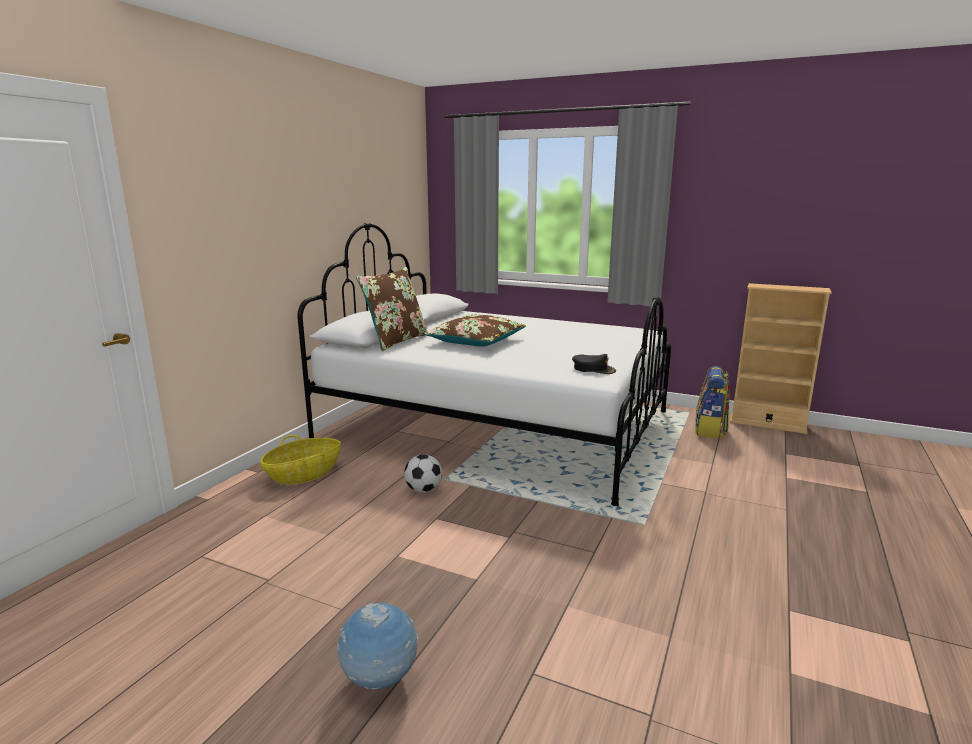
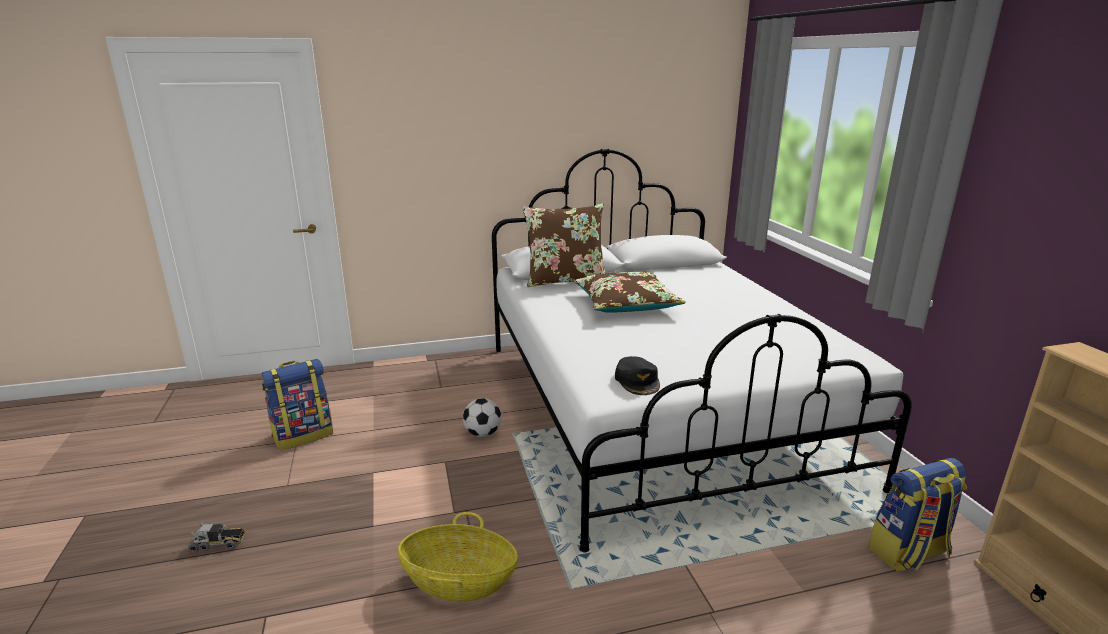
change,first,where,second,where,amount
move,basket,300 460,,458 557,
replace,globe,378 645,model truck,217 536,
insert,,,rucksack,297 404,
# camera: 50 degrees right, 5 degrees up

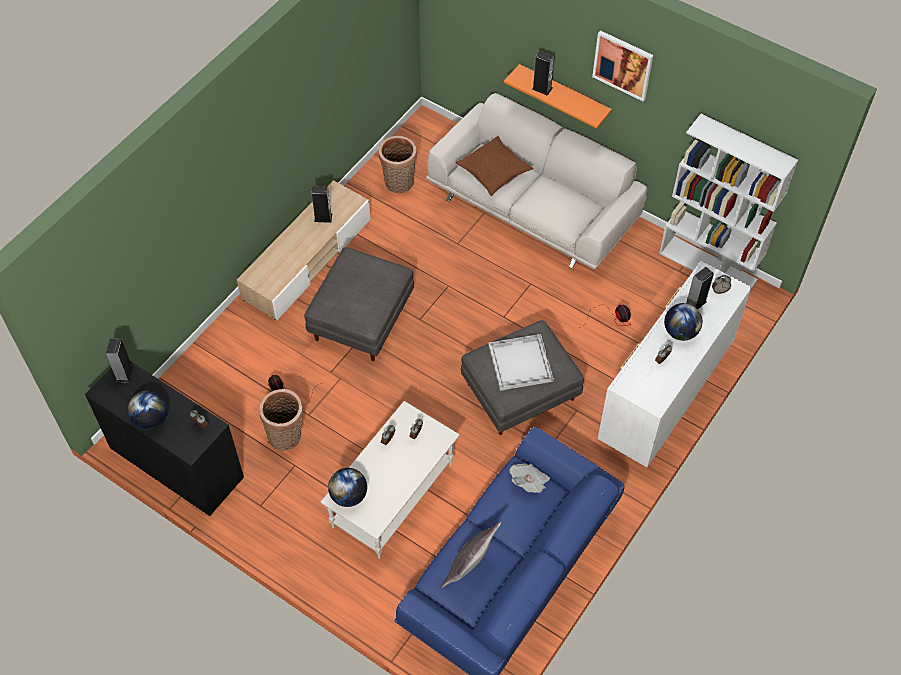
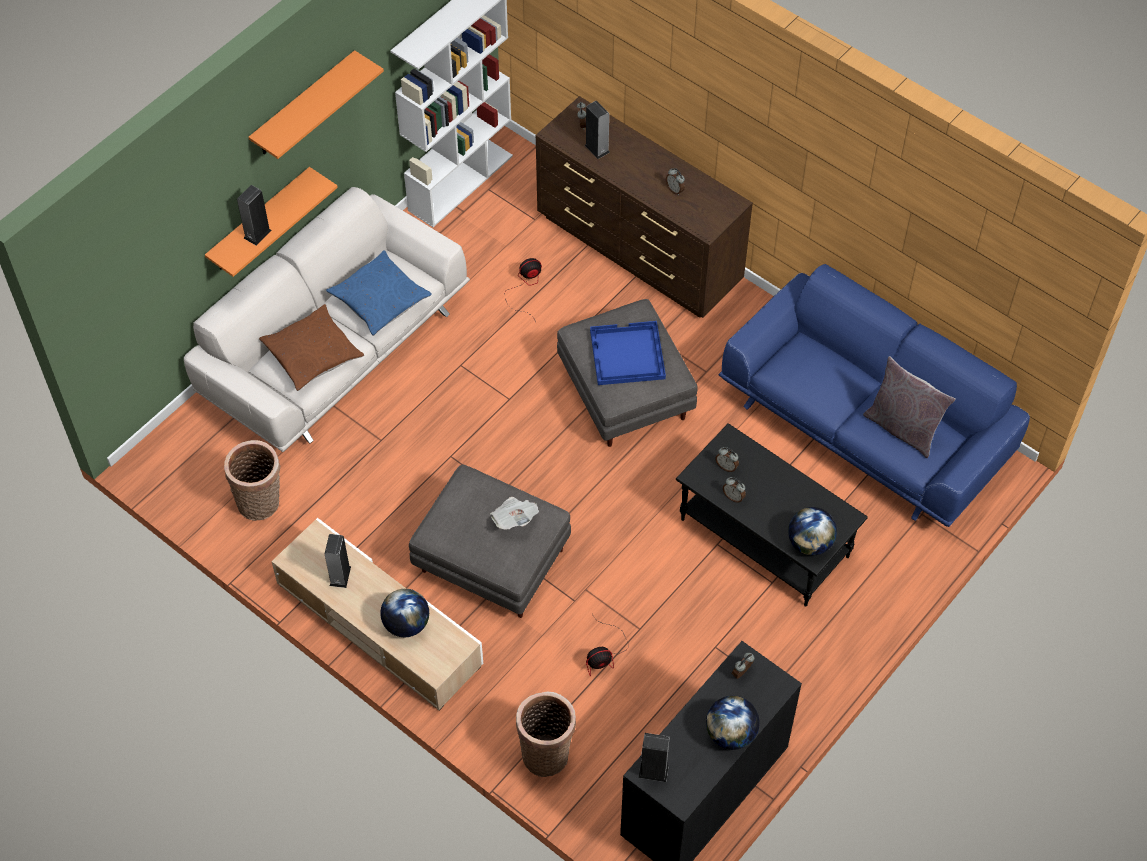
change,first,where,second,where,amount
move,basket,281 420,,546 734,
recolor,coffee table in whitish,390 480,coffee table in blackish,772 515,
recolor,tray in whitish,521 362,tray in blue,628 353,
move,newspaper,530 478,,514 513,
replace,wall picture,622 65,wall shelf in orange-coloured,316 104,
recolor,dresser in whitish,675 364,dresser in brown-coloured,644 207,
move,globe,683 322,,405 613,
insert,,,cushion in blue,379 293,
# camera: 85 degrees left, 0 degrees up

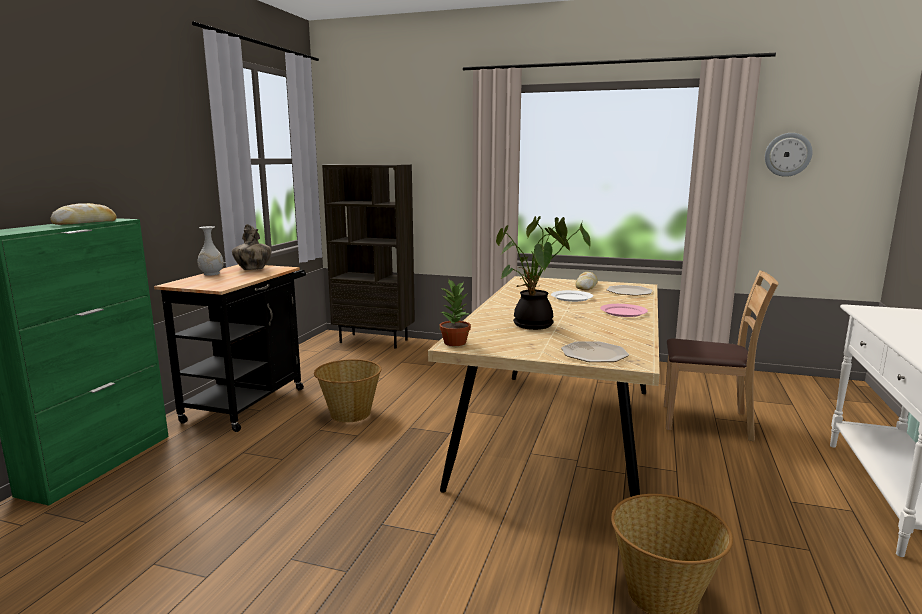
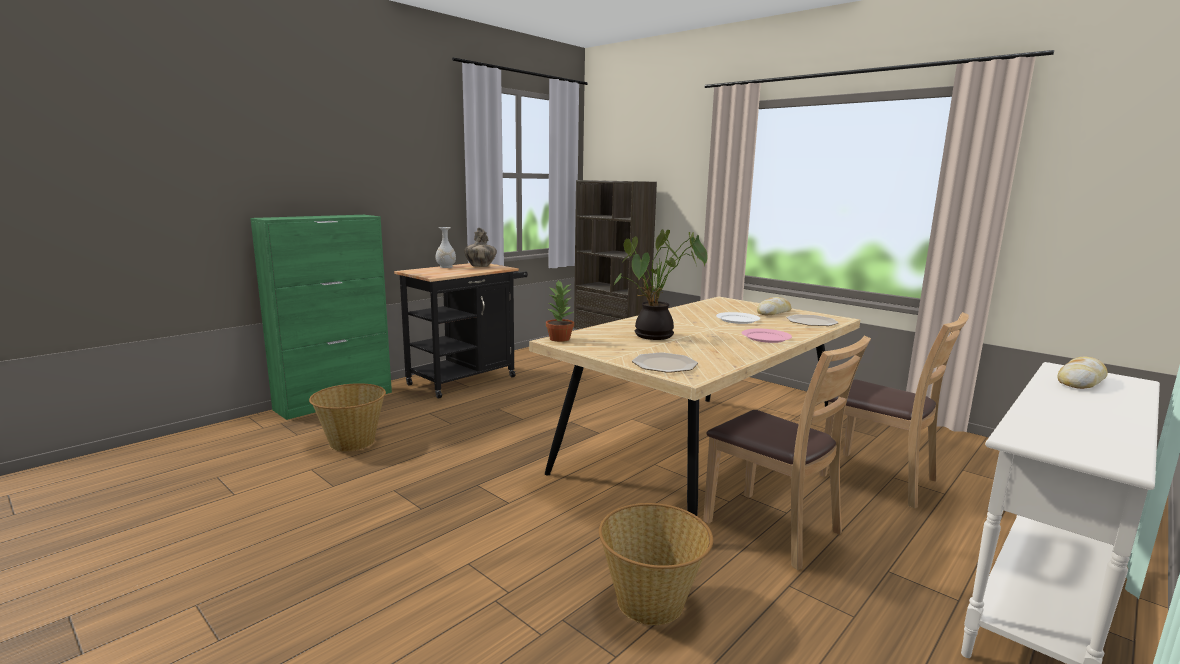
change,first,where,second,where,amount
move,baked bread,83 214,,1083 372,
move,basket,347 391,,347 417,
delete,clock on the wall,789 155,,,
insert,,,chair in brown-coloured,787 453,
# camera: 25 degrees right, 0 degrees up

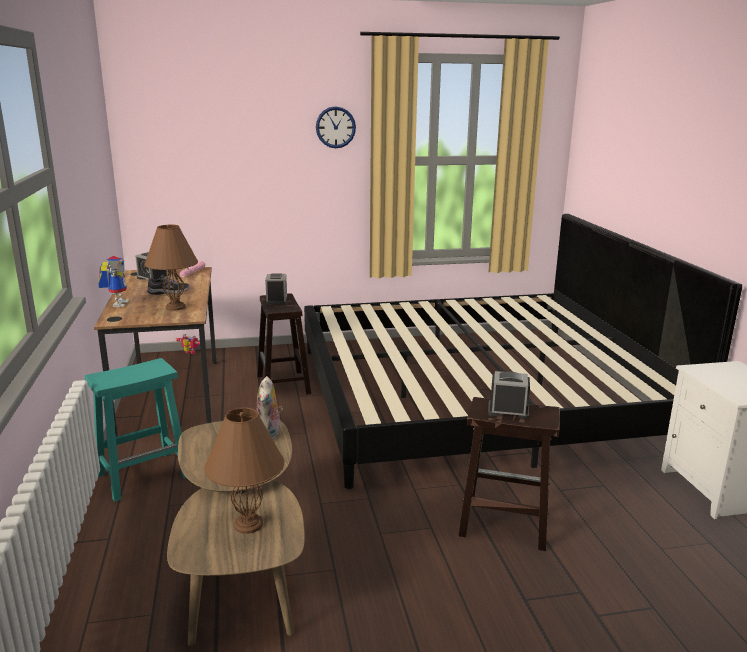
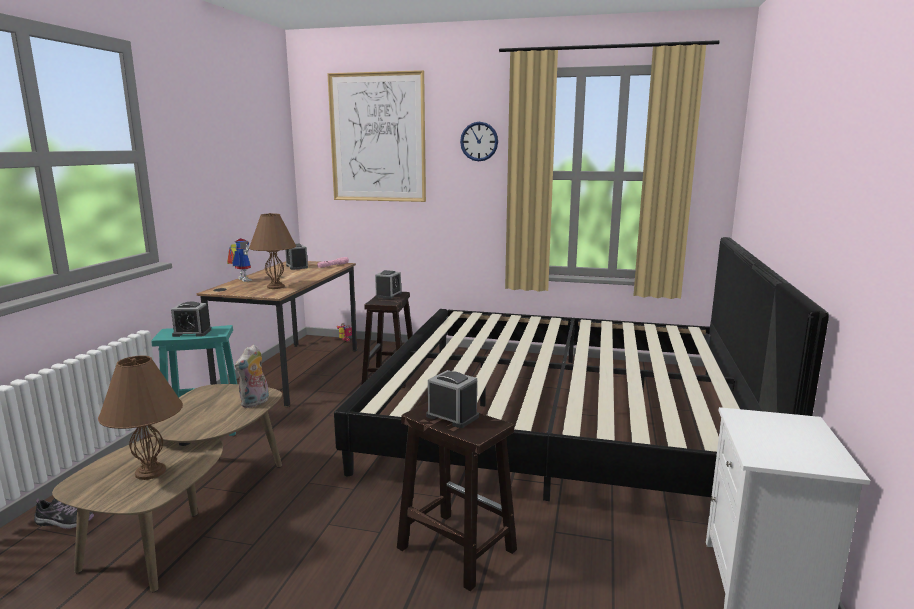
change,first,where,second,where,amount
rotate,model robot,113 281,,239 260,60 degrees counterclockwise
move,item of footwear,168 284,,64 513,
insert,,,bedside clock,191 319,
insert,,,wall picture,376 136,
# camera: 25 degrees right, 5 degrees down

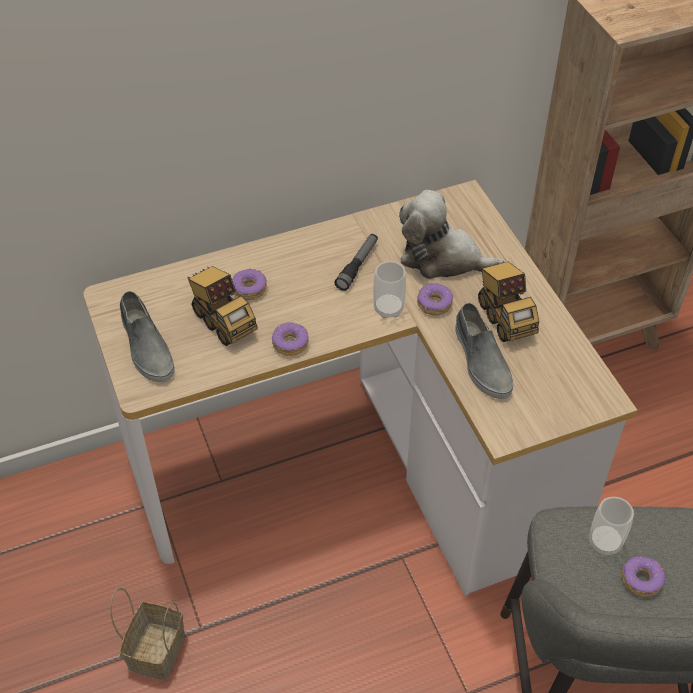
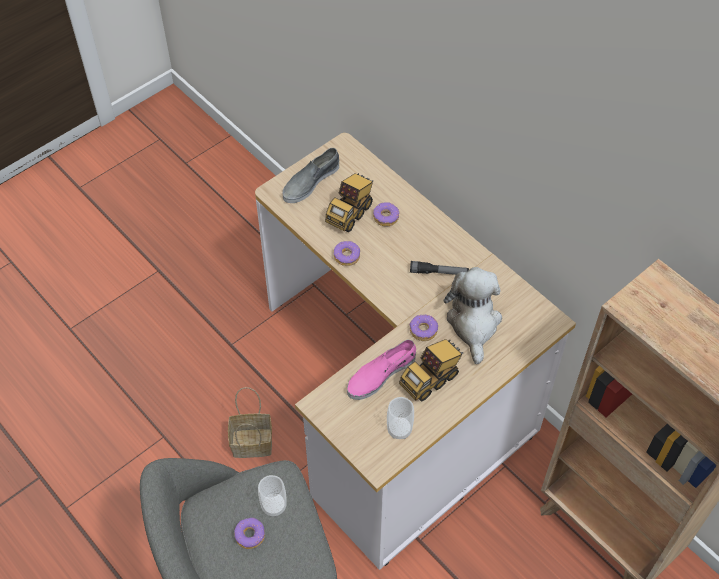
change,first,where,second,where,amount
move,basket,147 633,,250 422,
move,drinking cup,389 290,,400 418,
recolor,item of footwear in greyish,484 351,item of footwear in pink,381 369,
# camera: 70 degrees right, 5 degrees up

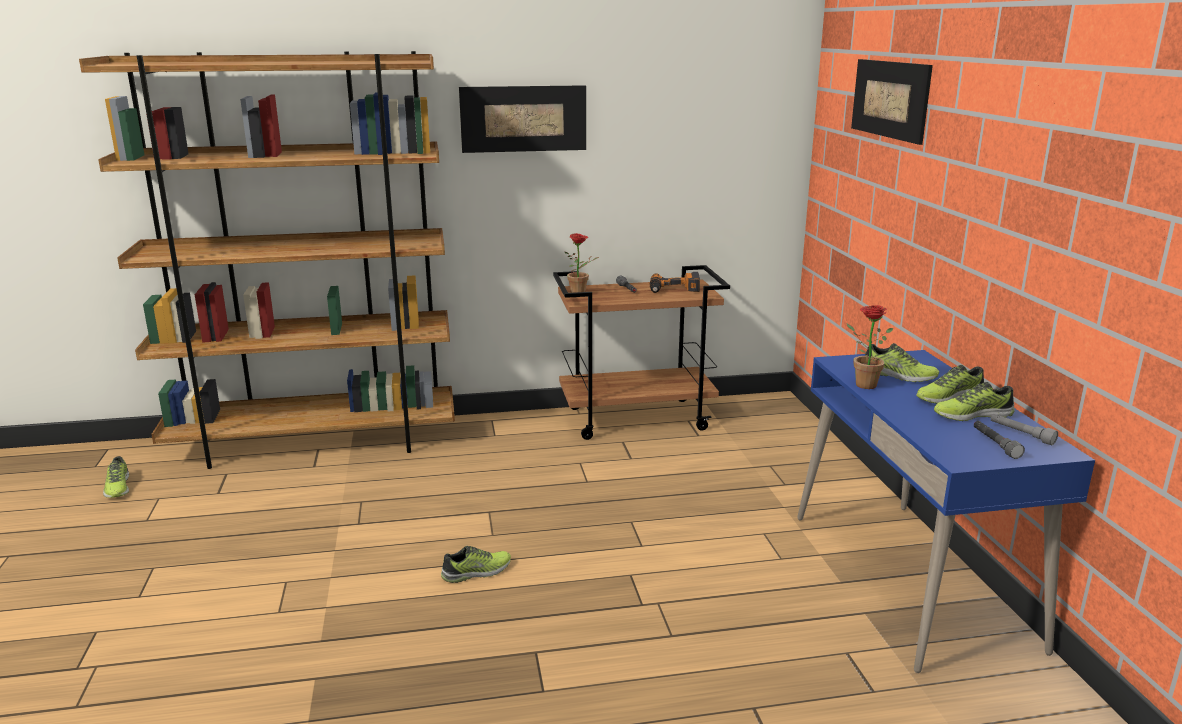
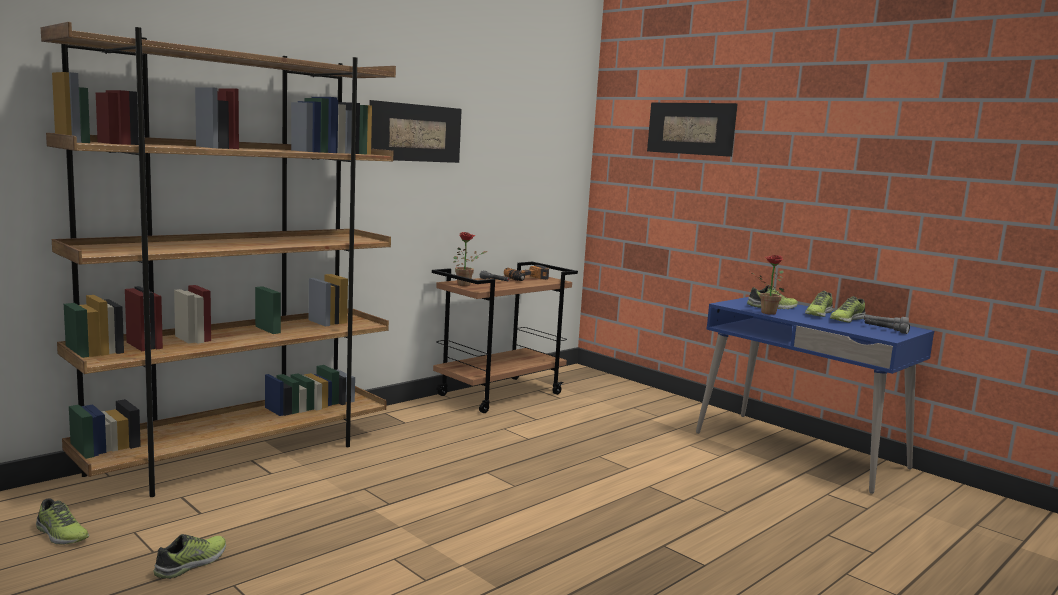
change,first,where,second,where,amount
move,item of footwear,476 564,,190 556,
# camera: 35 degrees left, 10 degrees down

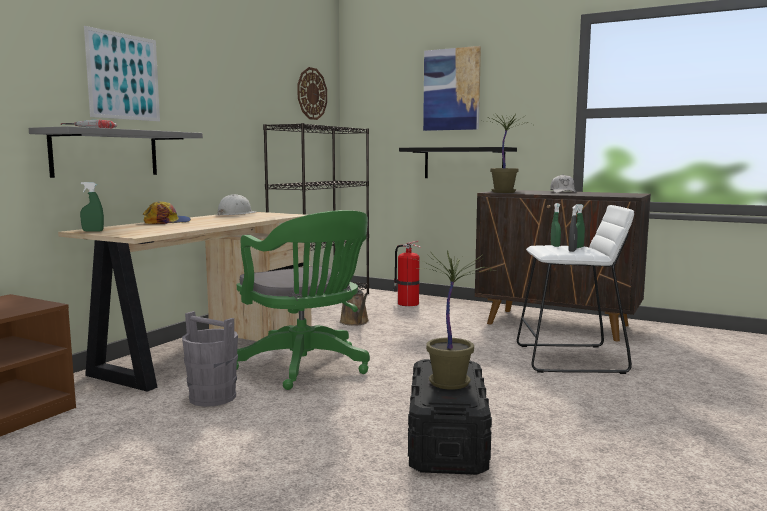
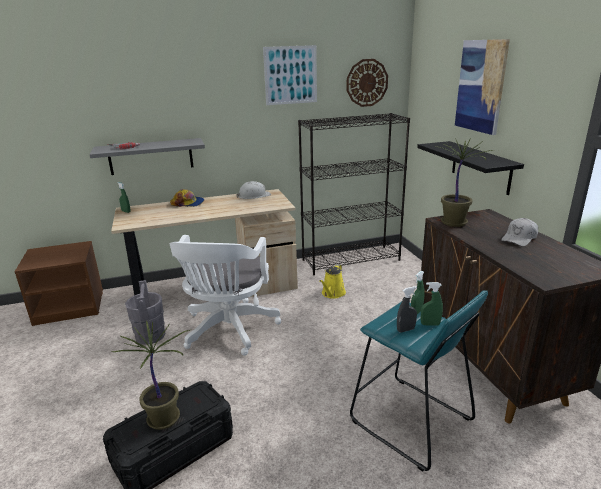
change,first,where,second,where,amount
move,wall picture,122 73,,290 75,
recolor,office chair in greenish,303 300,office chair in whitish,225 295,
recolor,sprinkling can in brown-coloured,354 307,sprinkling can in yellow-coloured,332 281,
delete,fire extinguisher,407 273,,,
recolor,stool in whitish,575 289,stool in turquoise,419 381,
# camera: 45 degrees right, 15 degrees up

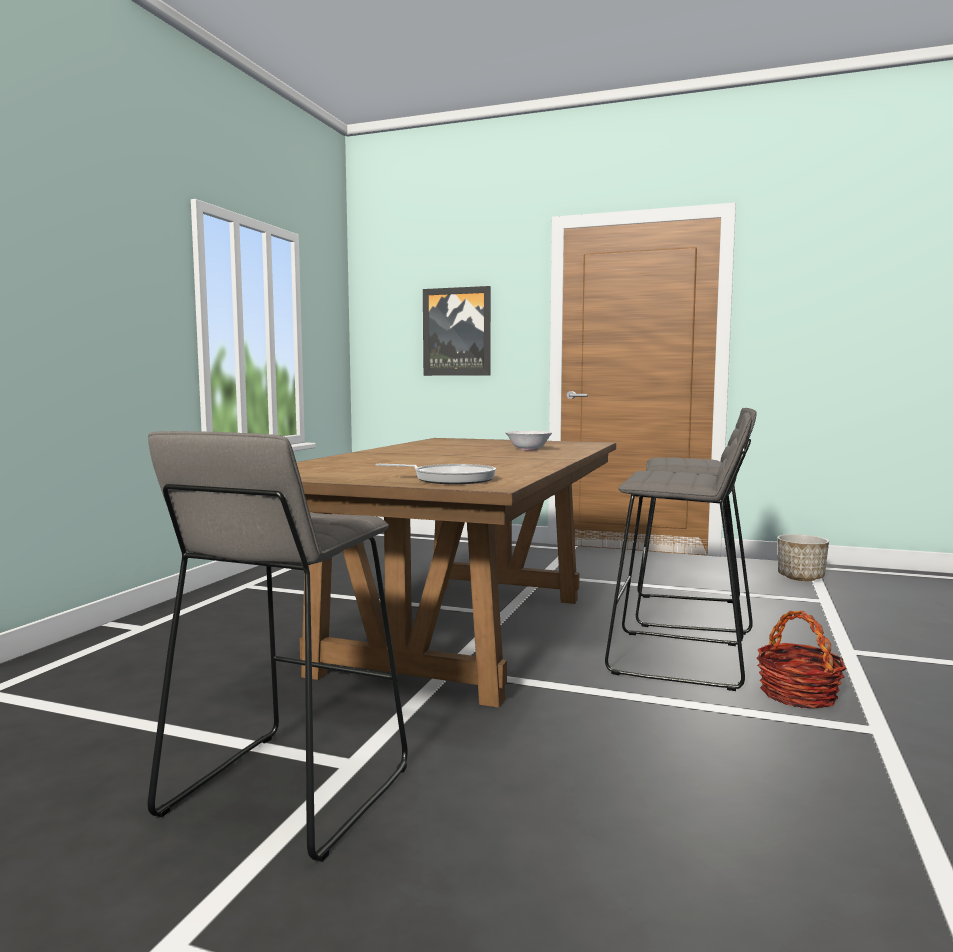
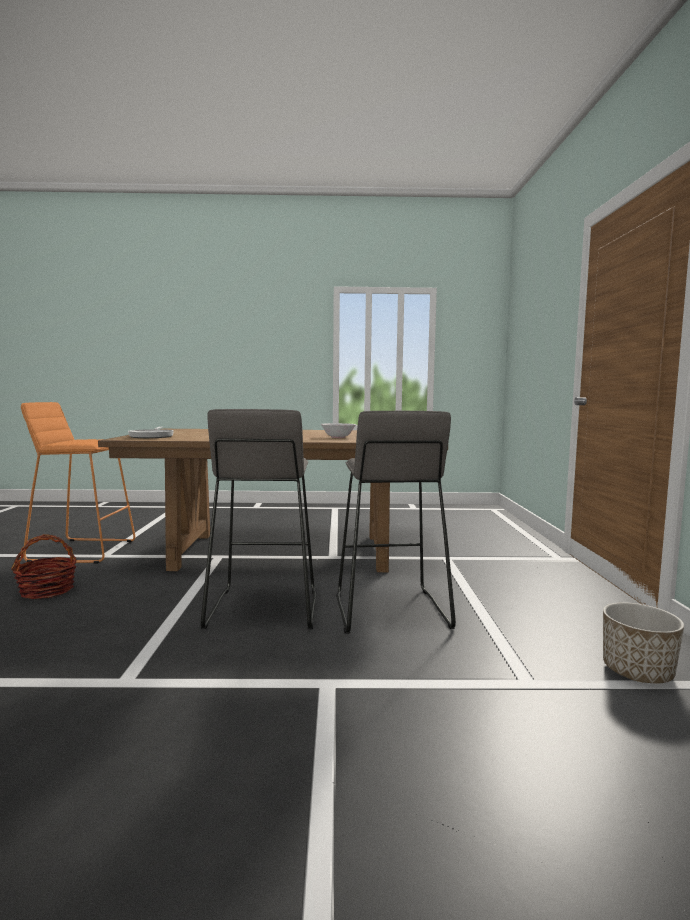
change,first,where,second,where,amount
recolor,stool in greyish,278 646,stool in orange-coloured,78 483,
delete,wall picture,457 331,,,
move,basket,801 660,,44 566,
# camera: 70 degrees right, 0 degrees up

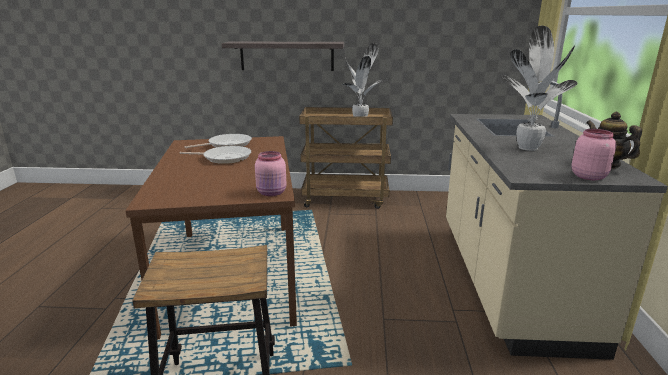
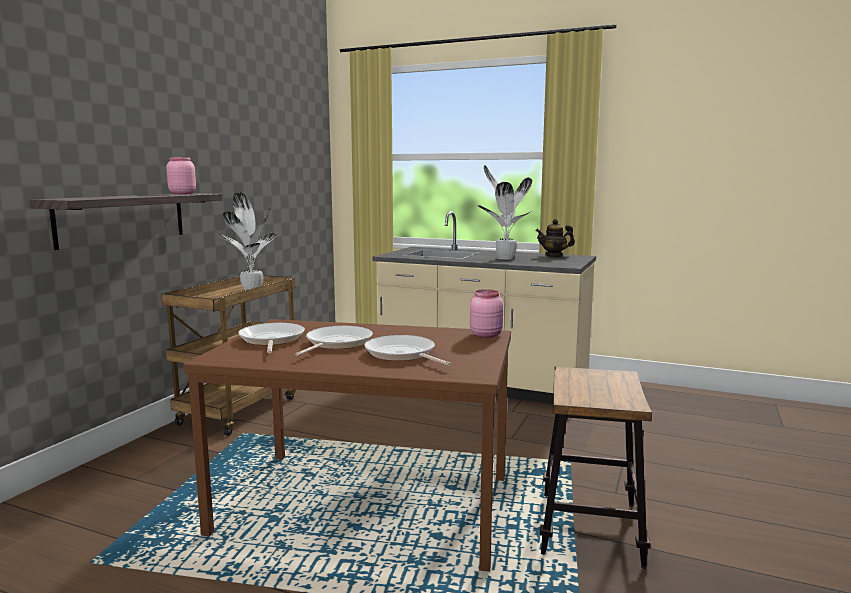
change,first,where,second,where,amount
move,jar in pink,593 154,,181 175,
insert,,,frying pan,407 350,
# camera: 70 degrees left, 10 degrees down

